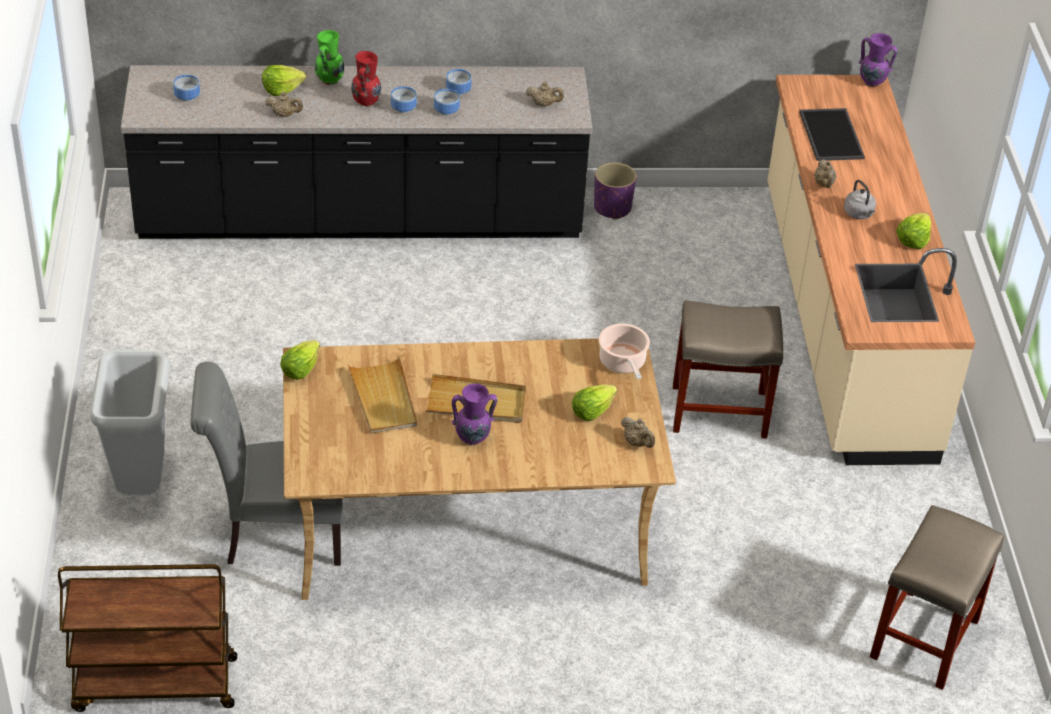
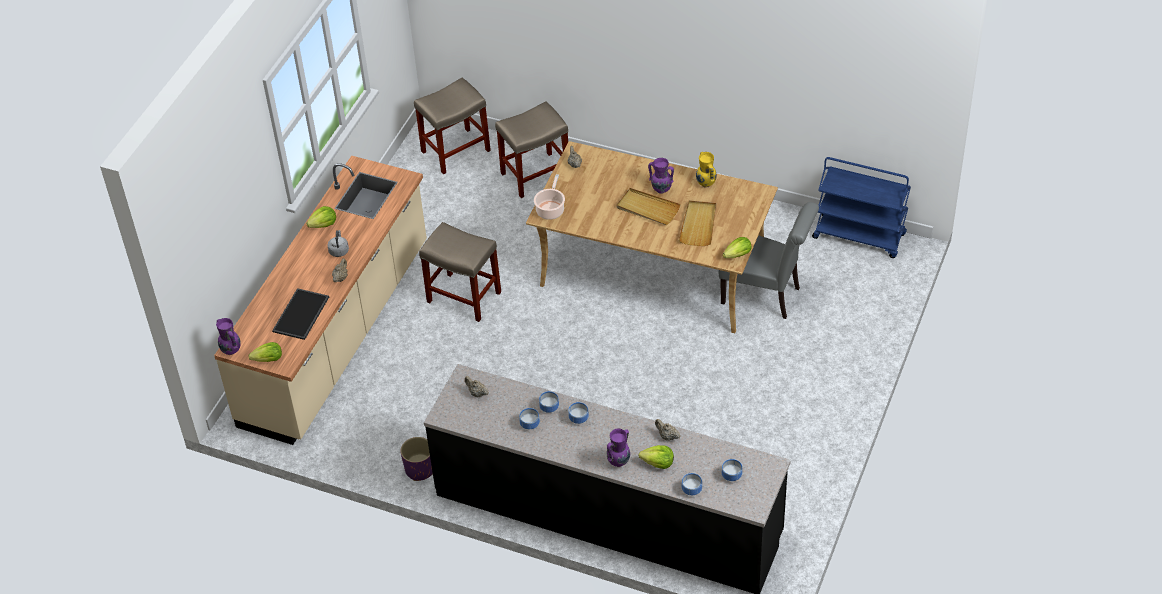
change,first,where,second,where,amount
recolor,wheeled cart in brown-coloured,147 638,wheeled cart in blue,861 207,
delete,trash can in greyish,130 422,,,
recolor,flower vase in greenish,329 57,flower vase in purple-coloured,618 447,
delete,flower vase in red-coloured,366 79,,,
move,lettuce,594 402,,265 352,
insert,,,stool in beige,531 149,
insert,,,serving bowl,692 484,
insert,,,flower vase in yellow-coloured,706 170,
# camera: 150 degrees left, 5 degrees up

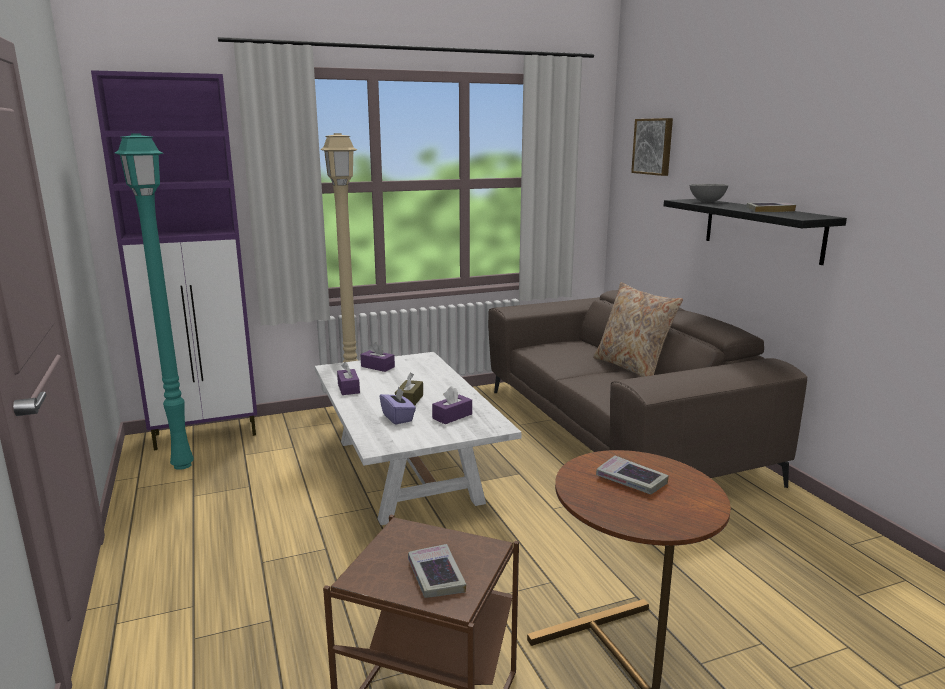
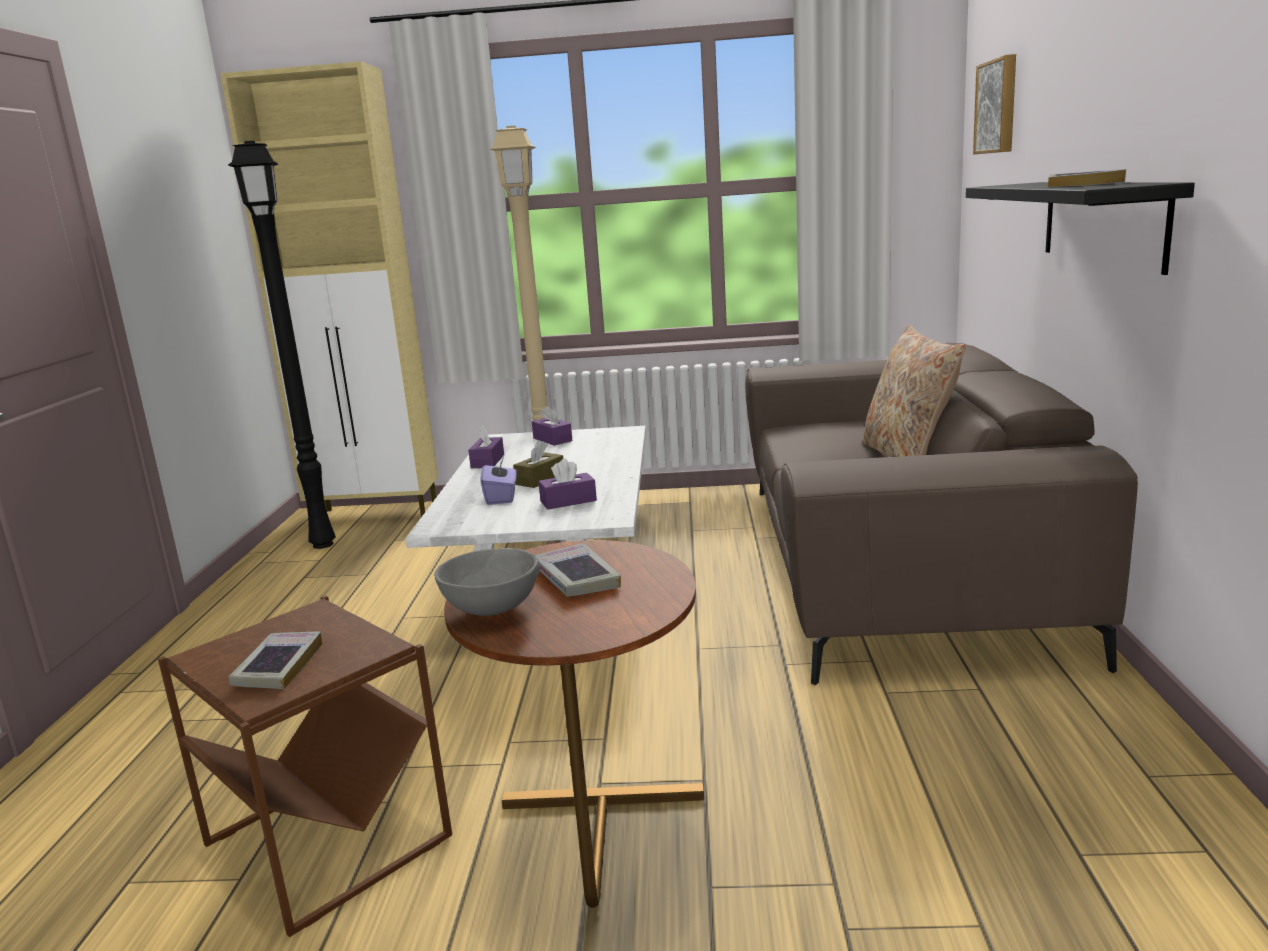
change,first,where,second,where,amount
recolor,storage cabinet in purple-coloured,174 260,storage cabinet in beige,329 289,
recolor,standard lamp in turquoise,154 302,standard lamp in blackish,282 345,
move,serving bowl in greyish,708 193,,487 582,
# camera: 25 degrees right, 0 degrees up

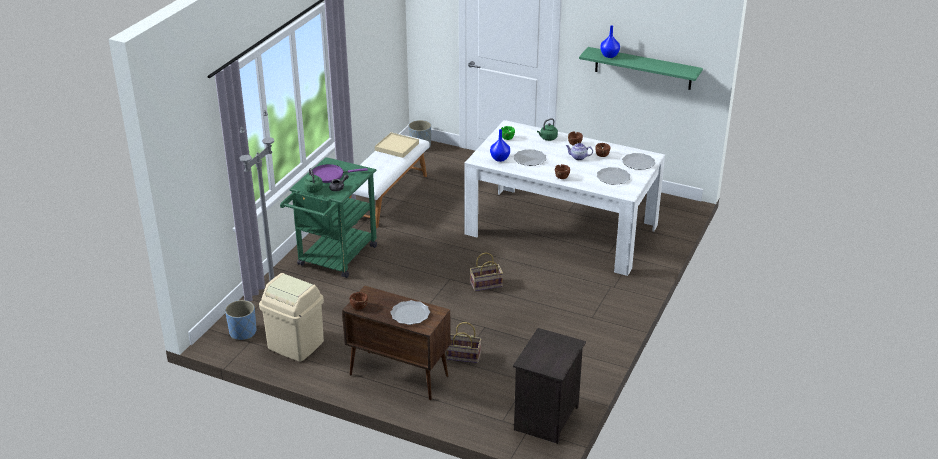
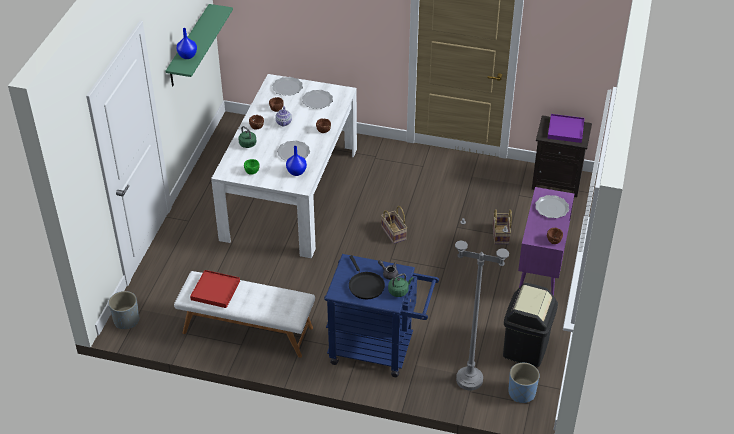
change,first,where,second,where,amount
recolor,trash can in beige,291 317,trash can in blackish,530 325,
recolor,wheeled cart in greenish,328 217,wheeled cart in blue,381 315,
recolor,frying pan in purple-coloured,339 173,frying pan in blackish,367 277,
recolor,storage cabinet in brown-coloured,396 343,storage cabinet in purple-coloured,546 241,
recolor,tray in beige,397 145,tray in red-coloured,215 289,
insert,,,tray in purple-coloured,566 128,
# camera: 100 degrees left, 10 degrees up

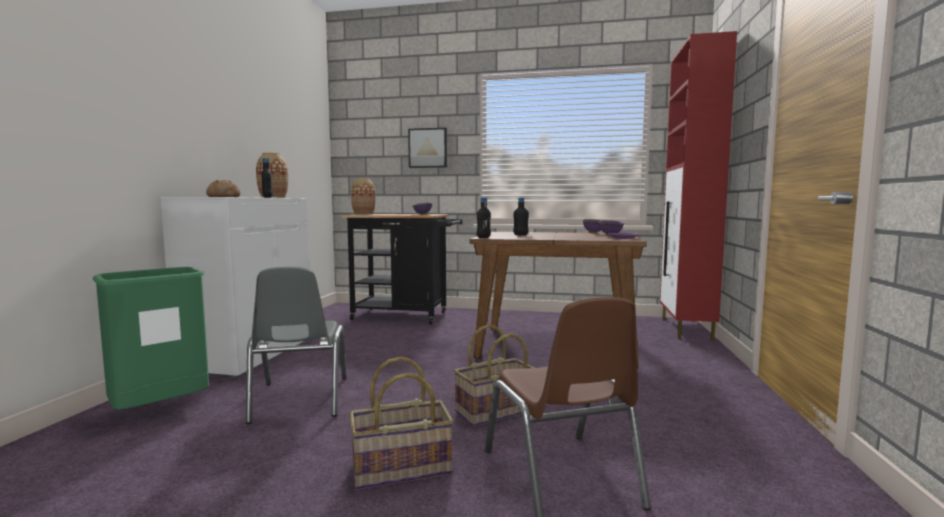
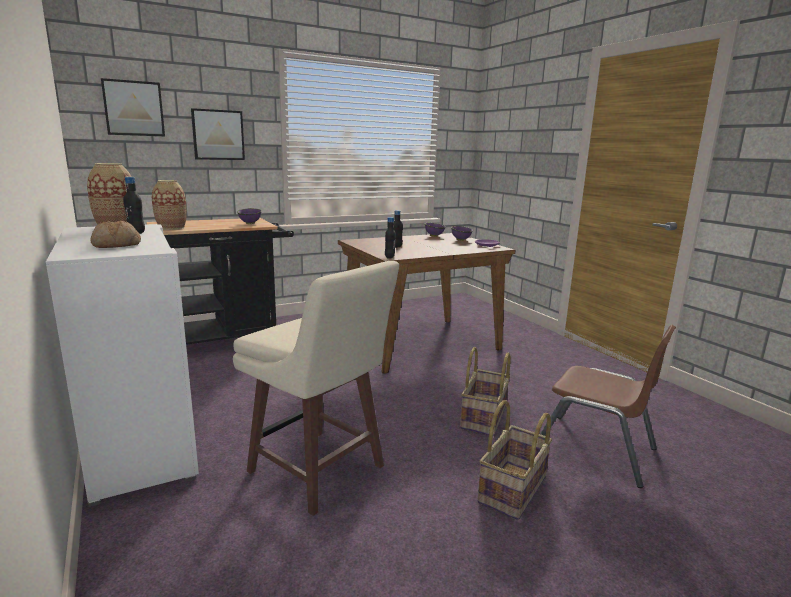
change,first,where,second,where,amount
delete,trash can in greenish,151 338,,,
replace,chair in greyish,296 345,stool in beige,316 388,
delete,storage cabinet in red-coloured,698 186,,,
insert,,,wall picture,133 107,
# camera: 40 degrees left, 10 degrees up

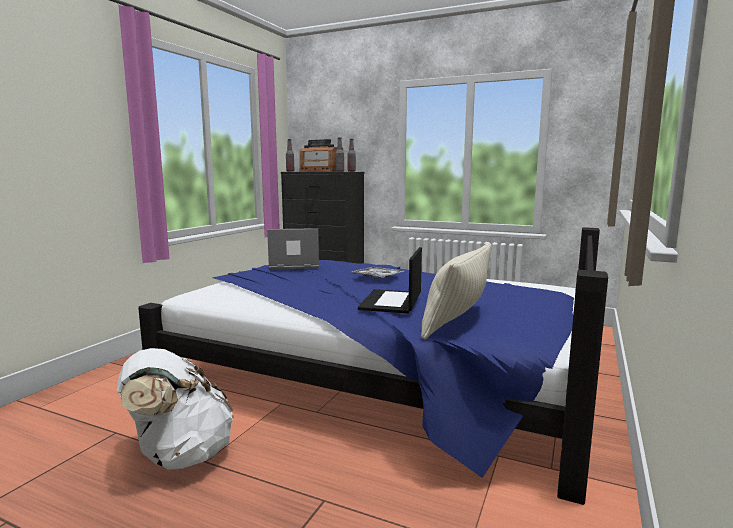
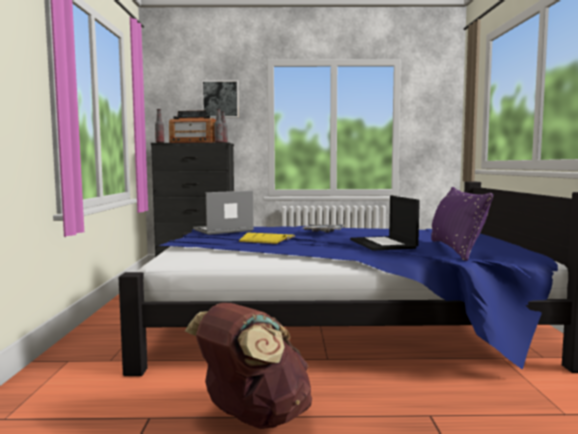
change,first,where,second,where,amount
recolor,rucksack in whitish,175 409,rucksack in brown-coloured,248 366,
recolor,cushion in beige,456 291,cushion in purple-coloured,462 224,
insert,,,wall picture,220 99,
insert,,,book in yellow-coloured,266 238,
# camera: 25 degrees left, 5 degrees down

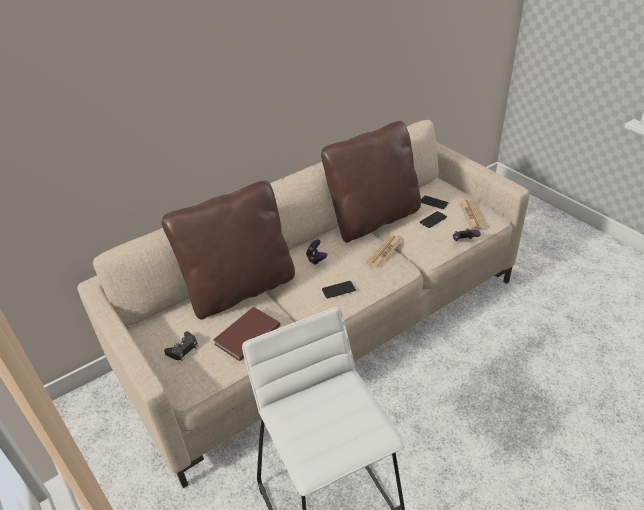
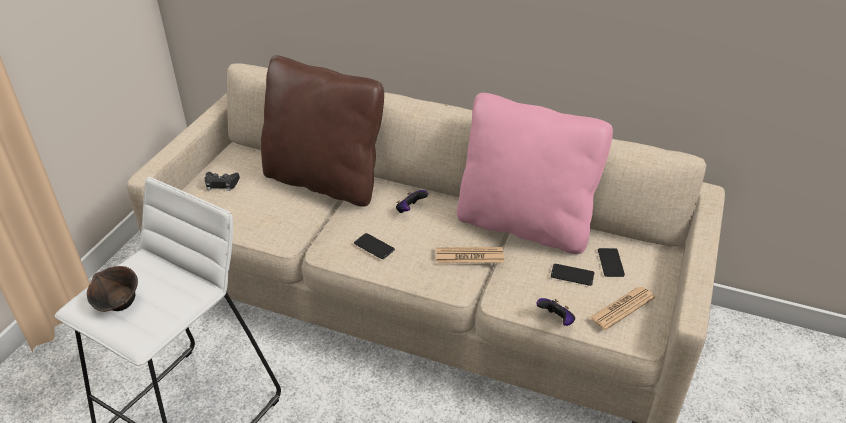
change,first,where,second,where,amount
delete,book in brown-coloured,246 334,,,
recolor,cushion in brown-coloured,371 182,cushion in pink,535 173,
insert,,,serving bowl in brown-coloured,112 289,
# camera: 55 degrees right, 0 degrees up

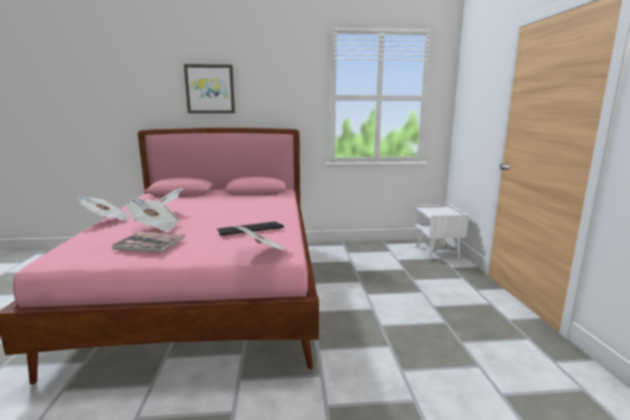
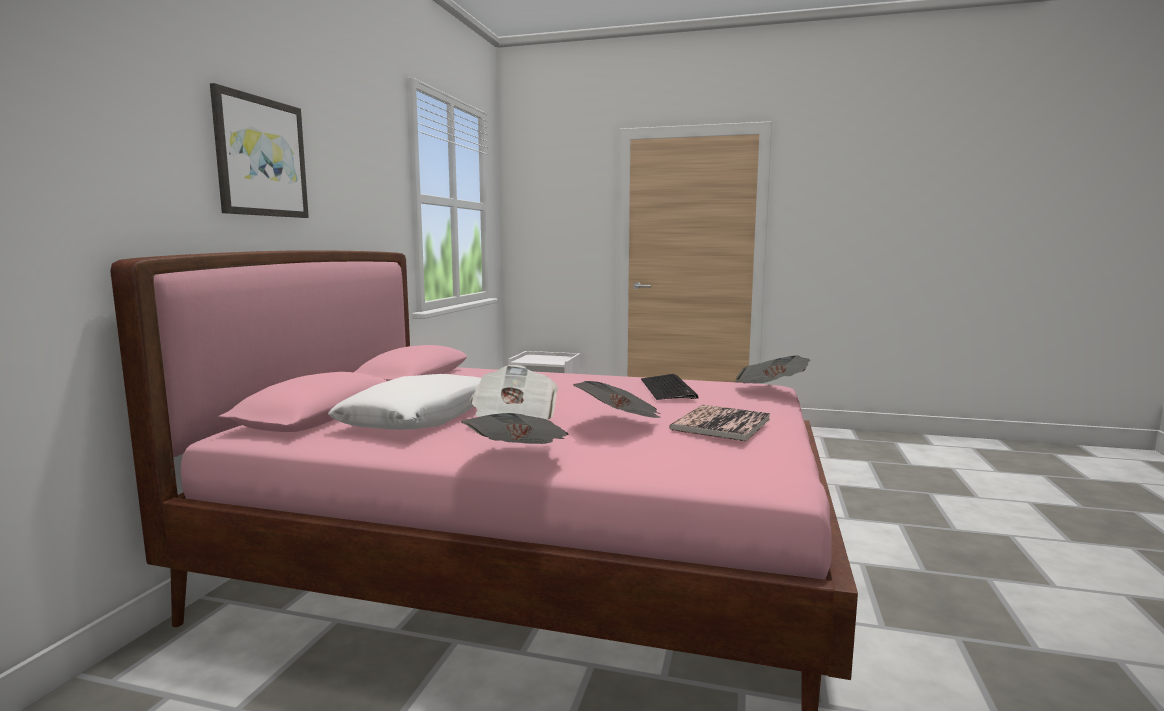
change,first,where,second,where,amount
insert,,,cushion in whitish,404 402,
# camera: 70 degrees left, 5 degrees down

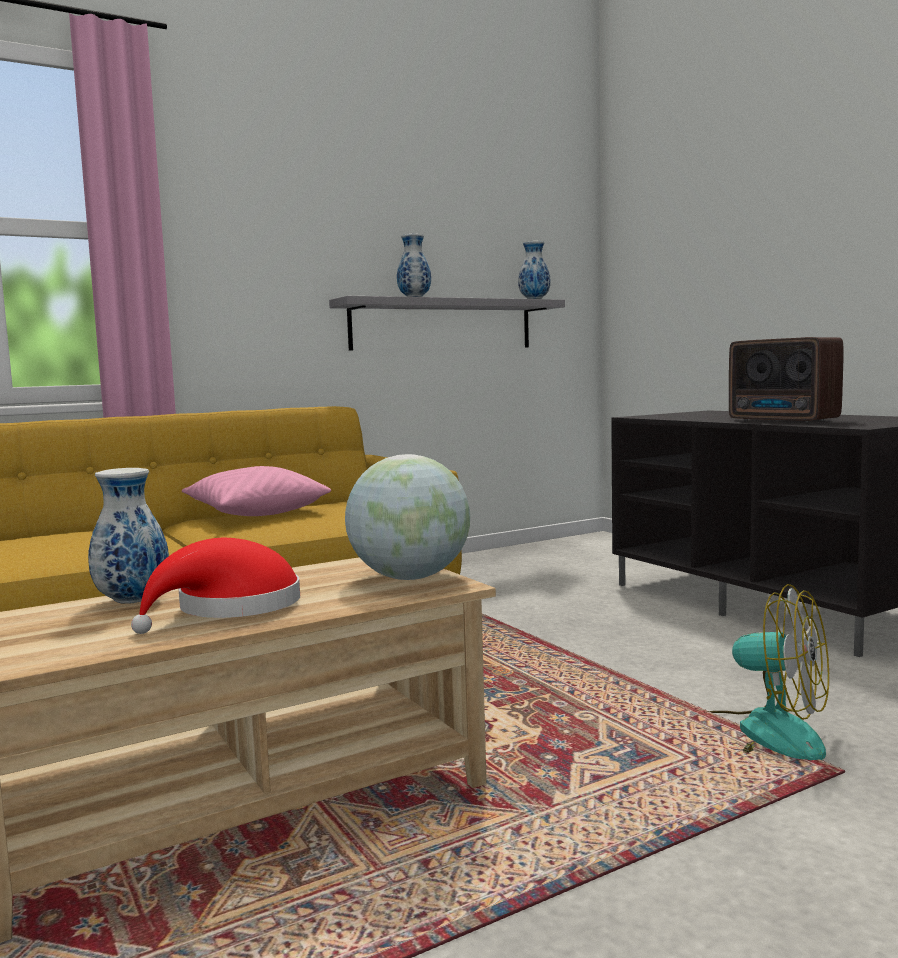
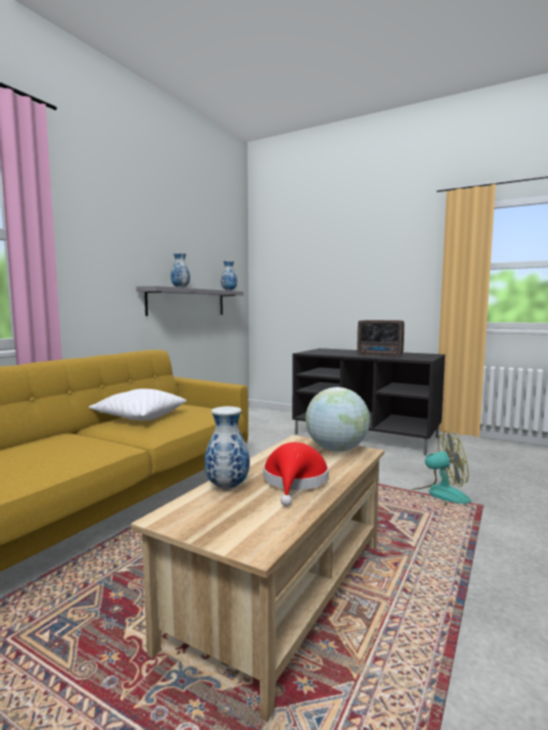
change,first,where,second,where,amount
recolor,cushion in pink,256 491,cushion in whitish,138 404,
# camera: 30 degrees left, 0 degrees up

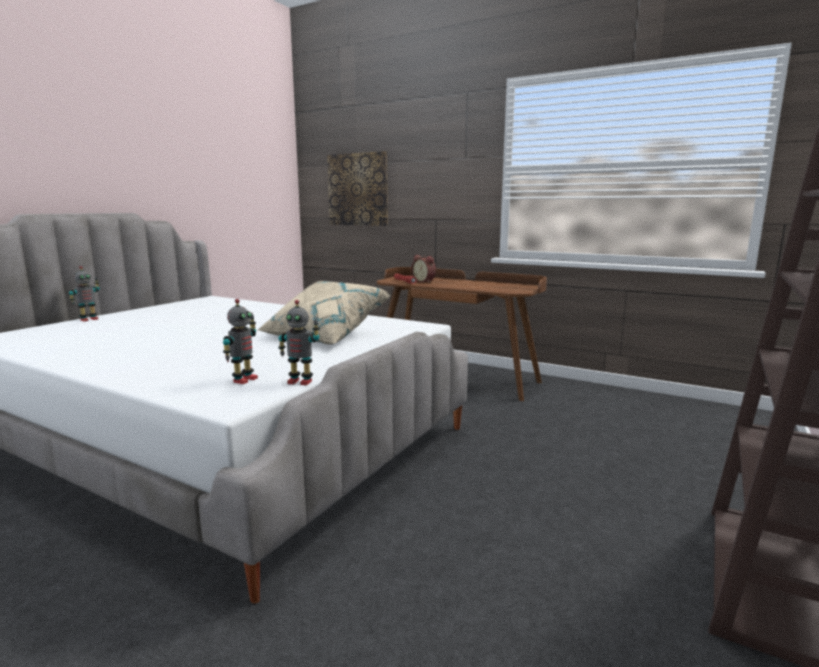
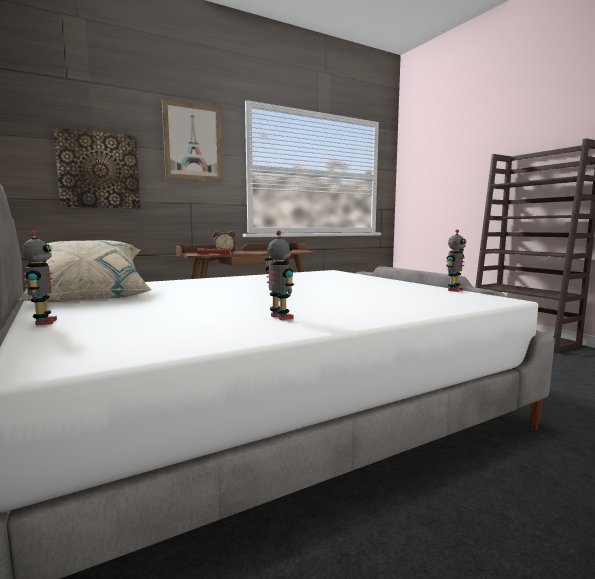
change,first,where,second,where,amount
move,model robot,240 341,,279 275,
move,cushion in beige,324 313,,84 271,
insert,,,wall picture,192 140,
# camera: 60 degrees left, 5 degrees down

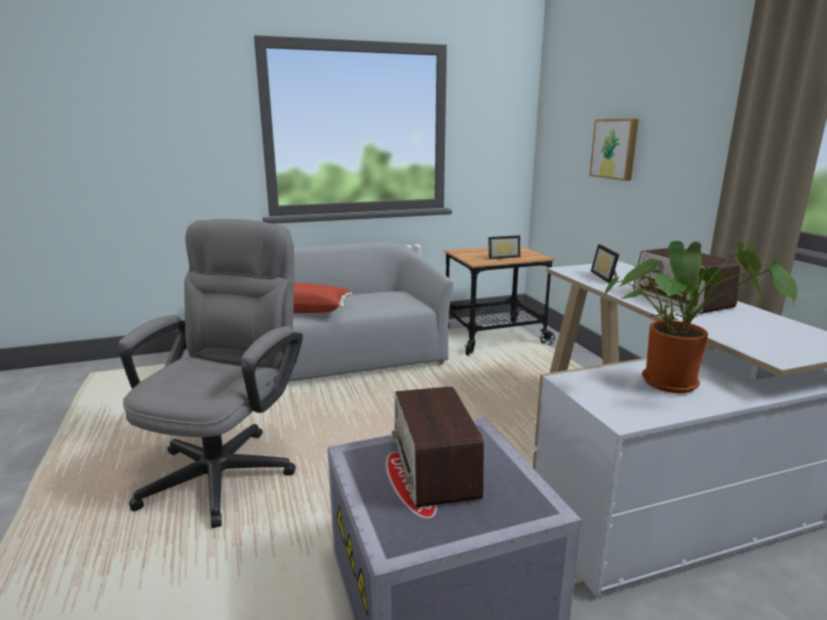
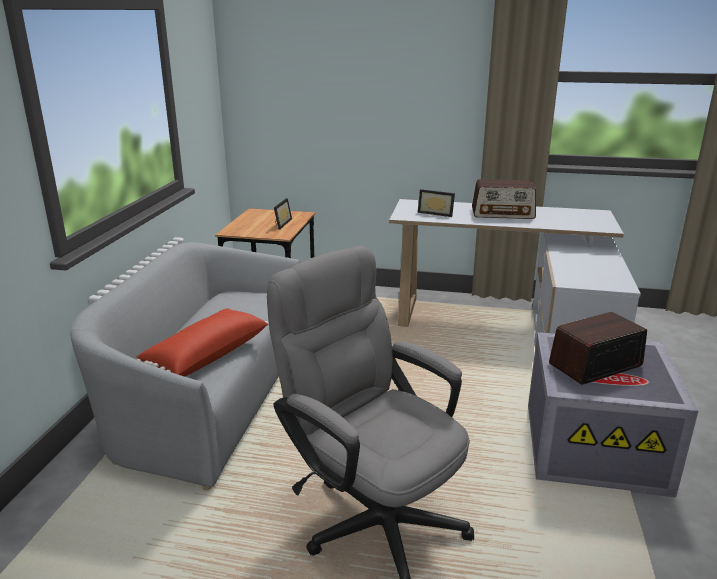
change,first,where,second,where,amount
rotate,radio receiver,438 446,,598 348,135 degrees clockwise
delete,wall picture,614 150,,,
delete,plant in a pot,700 317,,,
# camera: 60 degrees left, 5 degrees up

